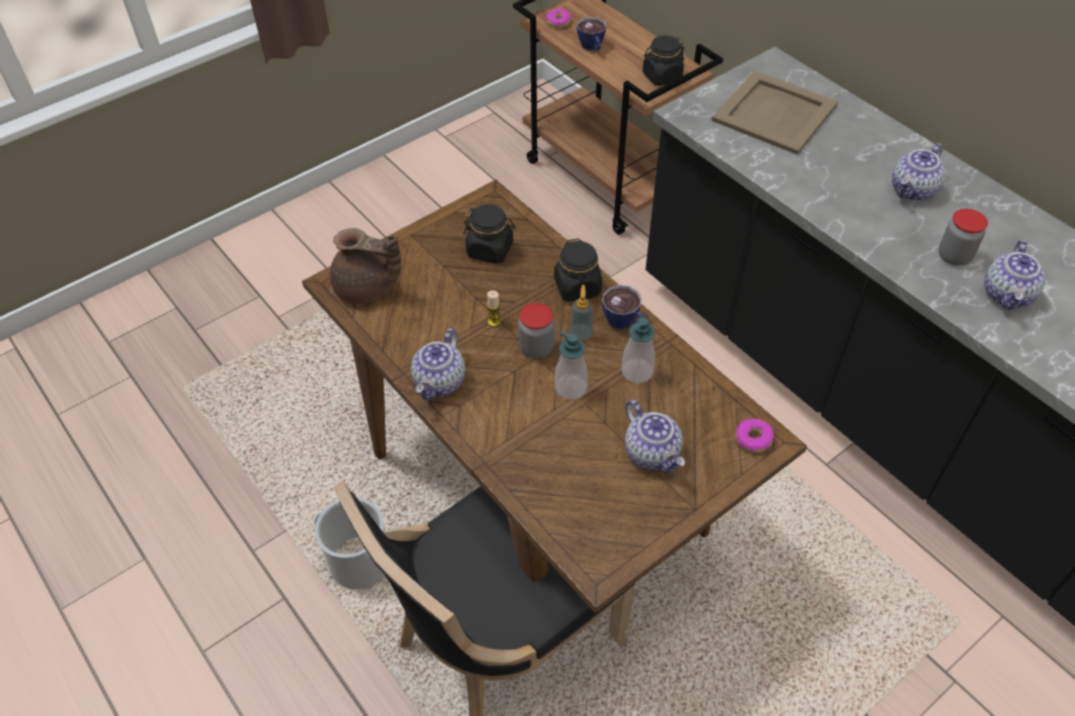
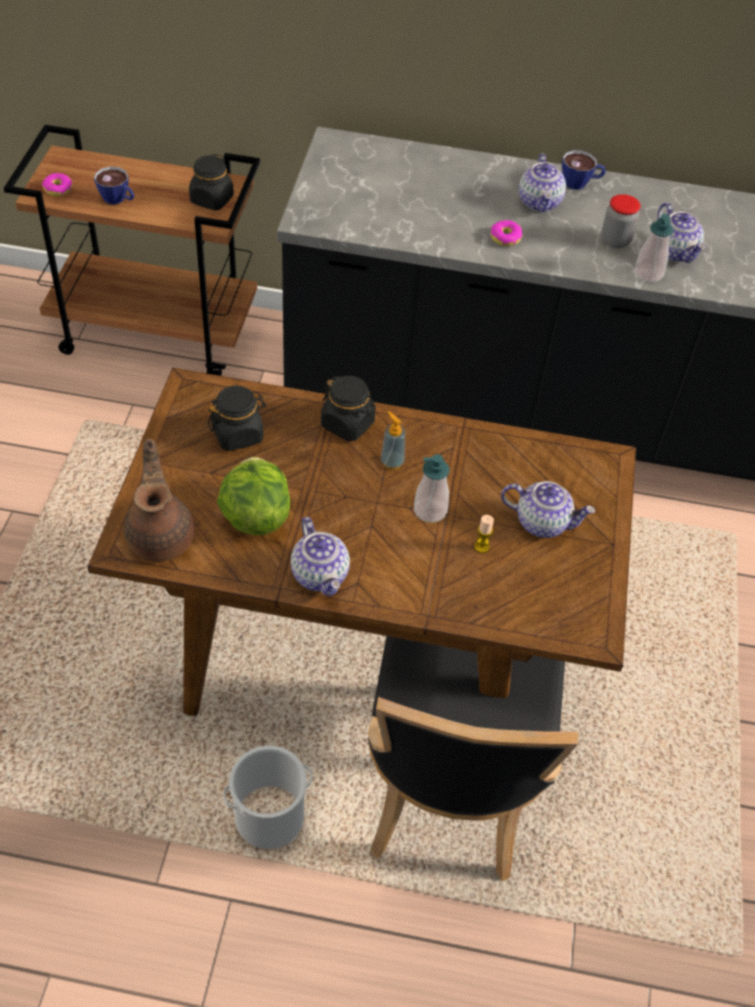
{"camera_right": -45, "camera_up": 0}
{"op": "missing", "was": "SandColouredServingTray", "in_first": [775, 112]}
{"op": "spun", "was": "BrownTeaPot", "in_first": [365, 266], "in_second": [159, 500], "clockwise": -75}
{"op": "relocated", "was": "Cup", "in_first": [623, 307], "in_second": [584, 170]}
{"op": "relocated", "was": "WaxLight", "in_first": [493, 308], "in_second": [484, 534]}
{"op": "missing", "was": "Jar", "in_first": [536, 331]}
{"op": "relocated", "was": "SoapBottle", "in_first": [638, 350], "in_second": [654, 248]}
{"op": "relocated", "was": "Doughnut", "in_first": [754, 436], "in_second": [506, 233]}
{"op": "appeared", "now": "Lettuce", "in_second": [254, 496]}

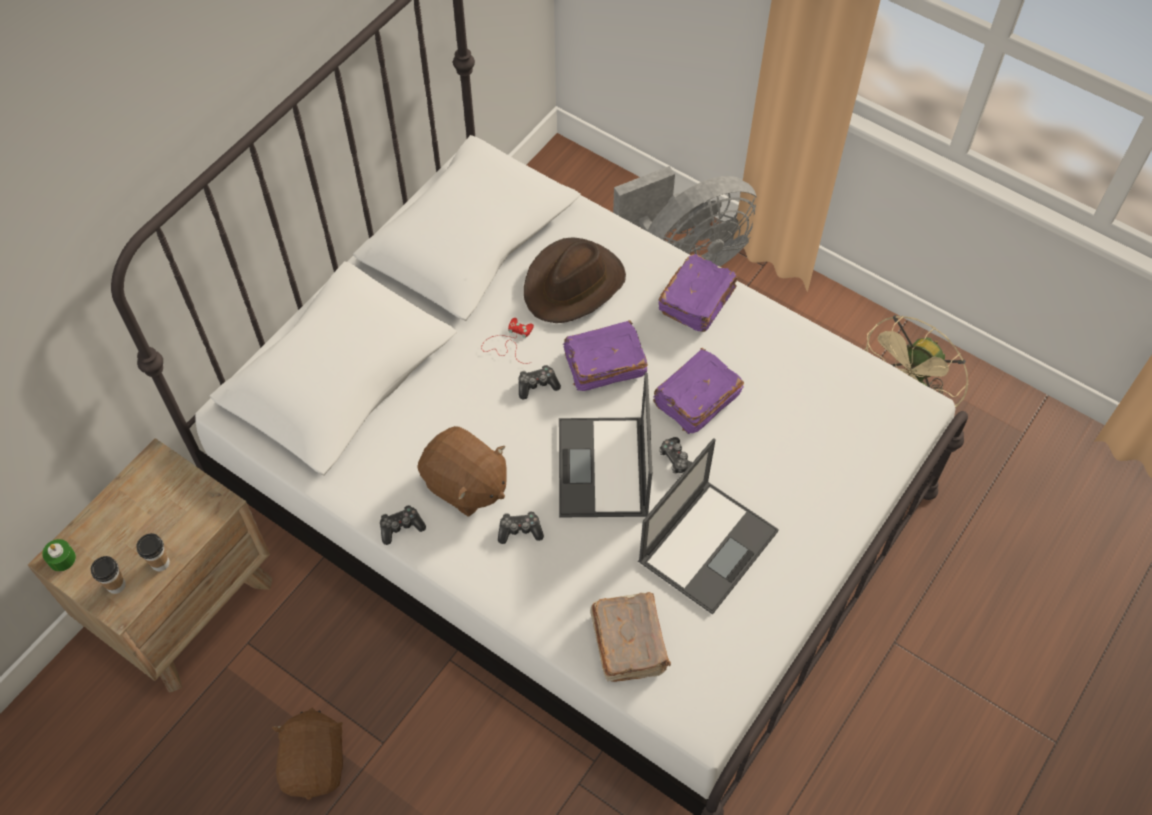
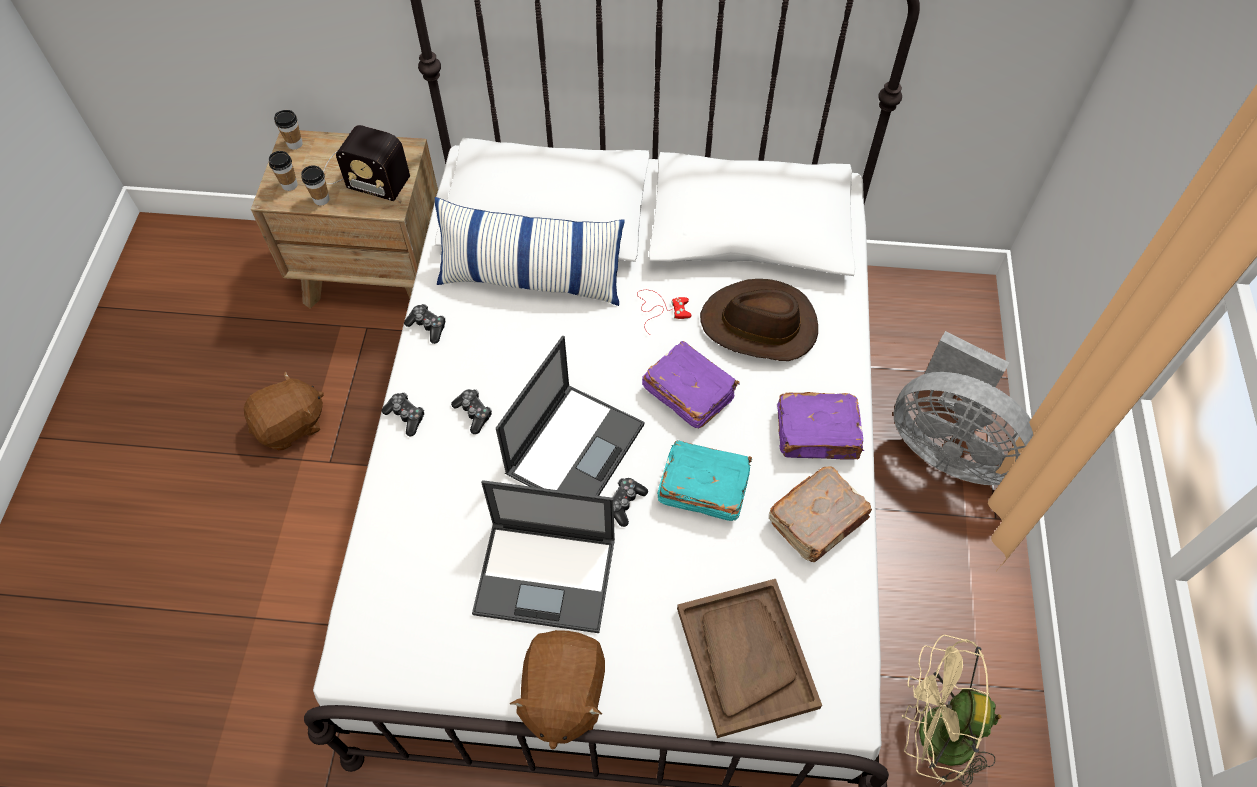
{"camera_right": 60, "camera_up": 0}
{"op": "colour", "was": "PurplishBook", "now": "TurquoiseBook", "in_first": [698, 391], "in_second": [704, 480]}
{"op": "relocated", "was": "GameController", "in_first": [539, 382], "in_second": [403, 414]}
{"op": "spun", "was": "NotebookComputer", "in_first": [605, 444], "in_second": [570, 416], "clockwise": 150}
{"op": "relocated", "was": "BrownSoftToy", "in_first": [462, 471], "in_second": [557, 690]}
{"op": "exchanged", "was": "GreenishWaxLight", "now": "Cup", "in_first": [59, 555], "in_second": [288, 129]}
{"op": "relocated", "was": "BrownBook", "in_first": [630, 637], "in_second": [820, 514]}
{"op": "appeared", "now": "RadioSet", "in_second": [366, 163]}
{"op": "appeared", "now": "Pillow", "in_second": [530, 251]}
{"op": "appeared", "now": "BrownServingTray", "in_second": [749, 658]}

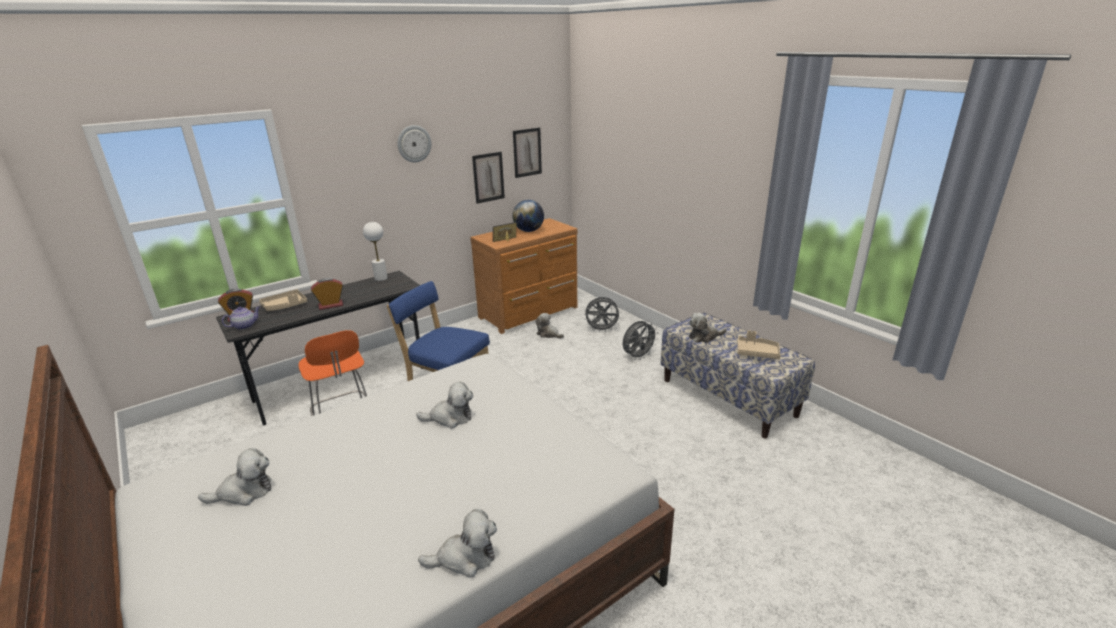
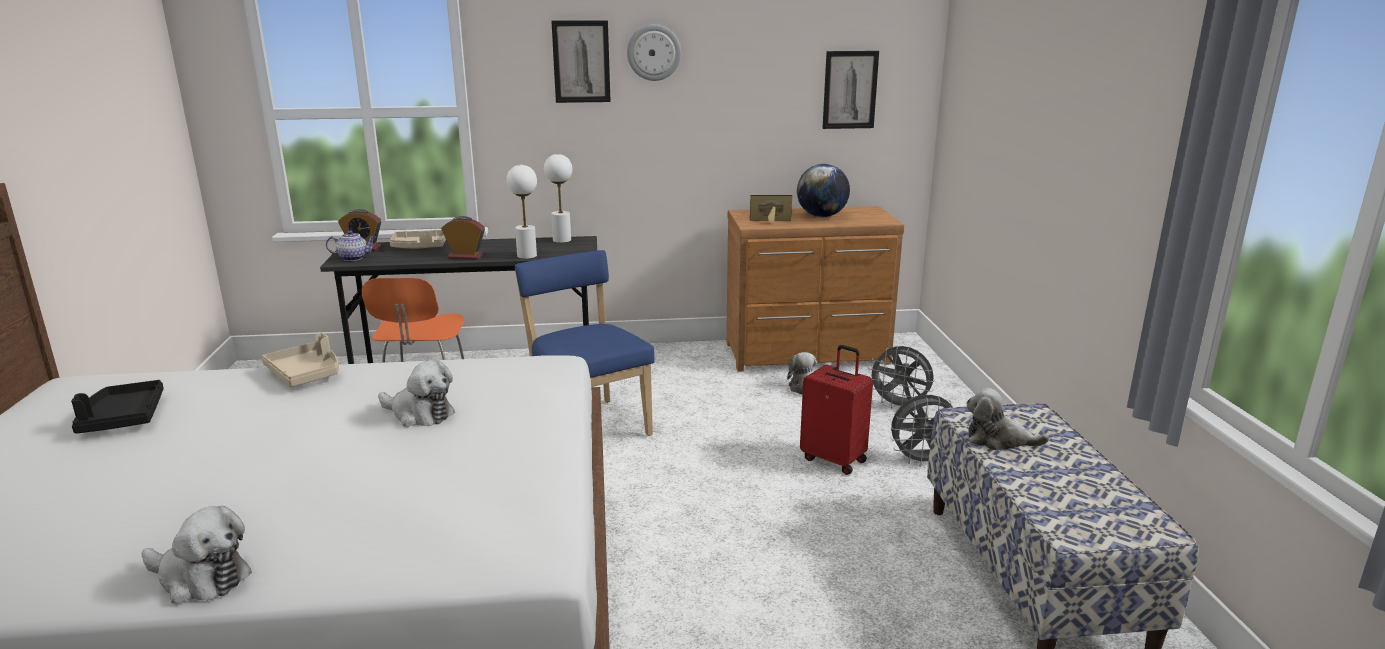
{"camera_right": 30, "camera_up": -5}
{"op": "relocated", "was": "WallPicture", "in_first": [488, 178], "in_second": [581, 61]}
{"op": "relocated", "was": "SandColouredServingTray", "in_first": [759, 344], "in_second": [300, 360]}
{"op": "exchanged", "was": "SoftToy", "now": "BlackColouredServingTray", "in_first": [234, 477], "in_second": [117, 407]}
{"op": "appeared", "now": "WhitishTabletopLamp", "in_second": [521, 212]}
{"op": "appeared", "now": "RedColouredSuitcase", "in_second": [836, 410]}

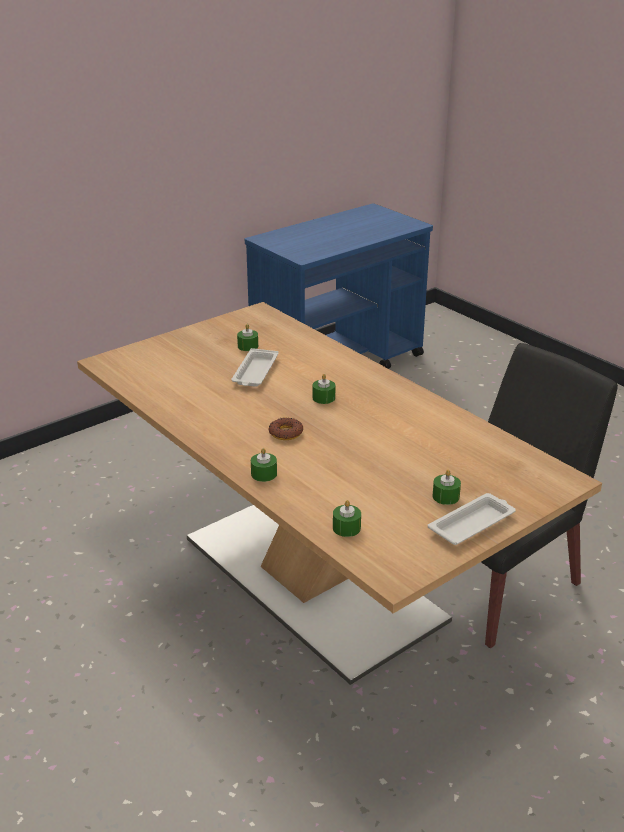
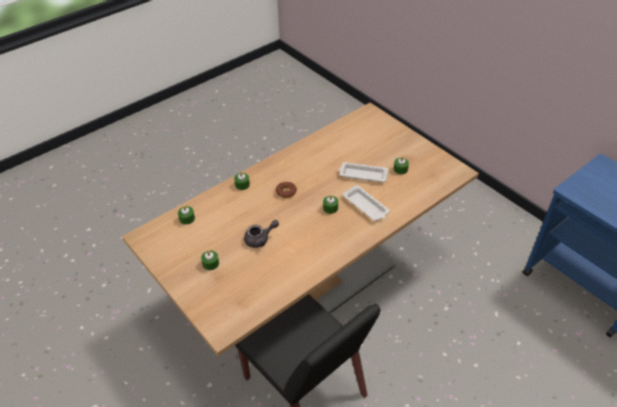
{"camera_right": 90, "camera_up": 15}
{"op": "relocated", "was": "WhitishServingTray", "in_first": [472, 519], "in_second": [366, 203]}
{"op": "appeared", "now": "GrayTeaPot", "in_second": [261, 234]}

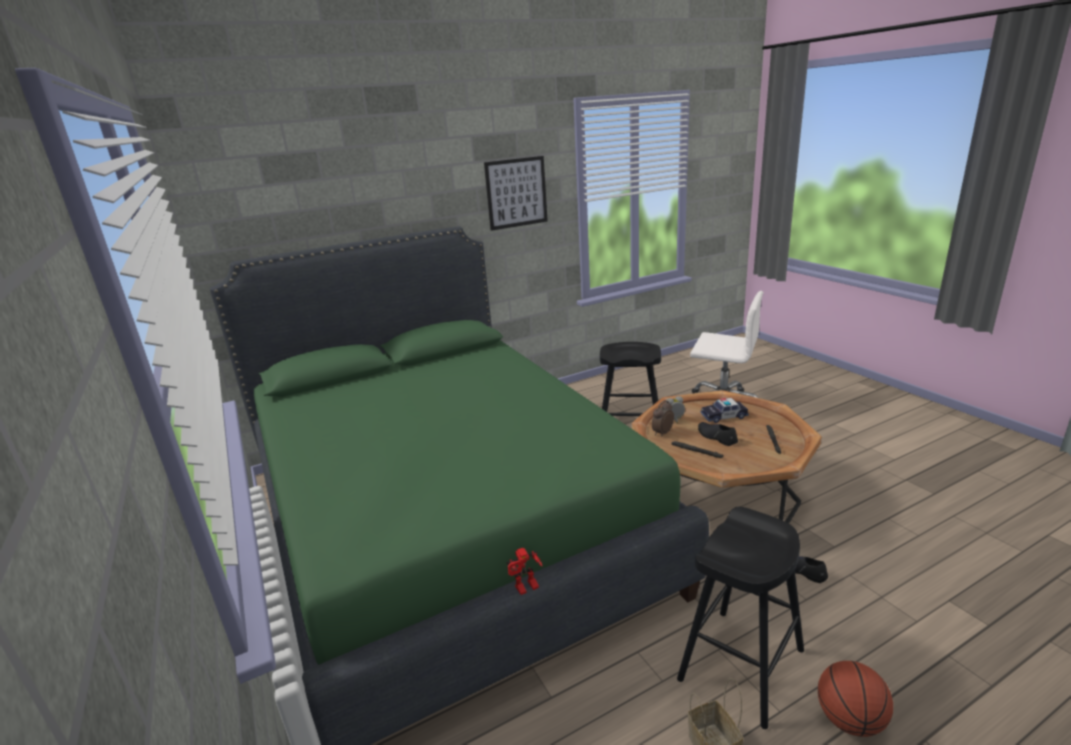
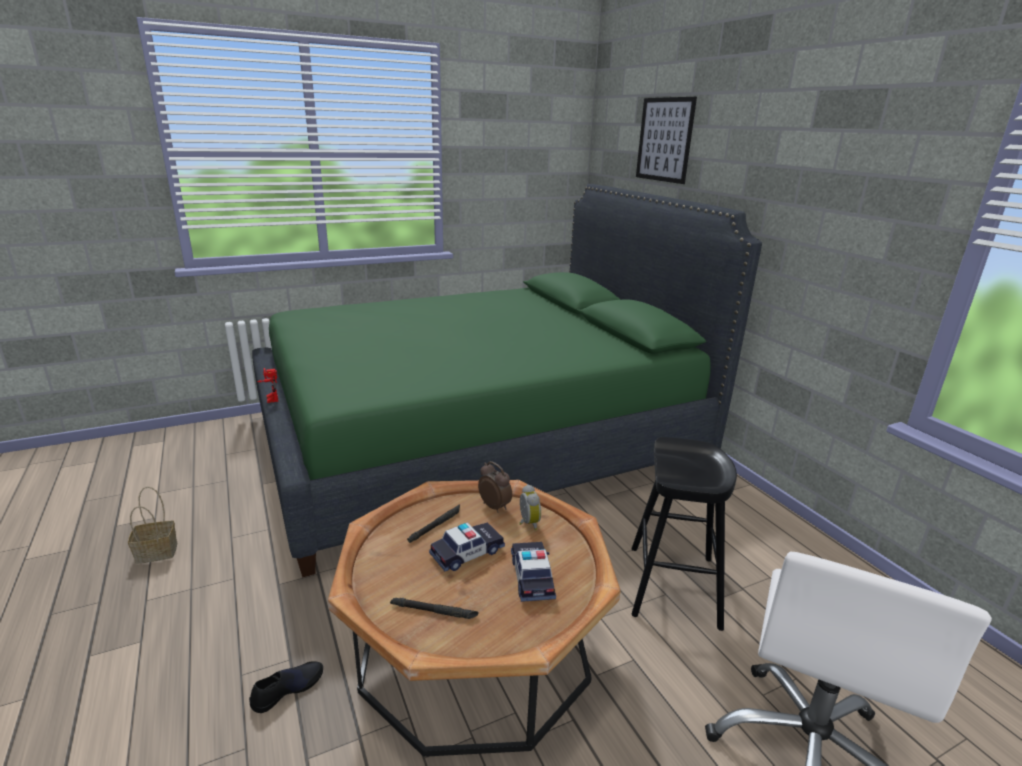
{"camera_right": 90, "camera_up": 0}
{"op": "relocated", "was": "WallPicture", "in_first": [516, 193], "in_second": [666, 140]}
{"op": "exchanged", "was": "BlackColouredShoe", "now": "MiniatureCar", "in_first": [718, 434], "in_second": [467, 546]}
{"op": "missing", "was": "BlackColouredStool", "in_first": [740, 618]}
{"op": "missing", "was": "BasketballBall", "in_first": [855, 699]}

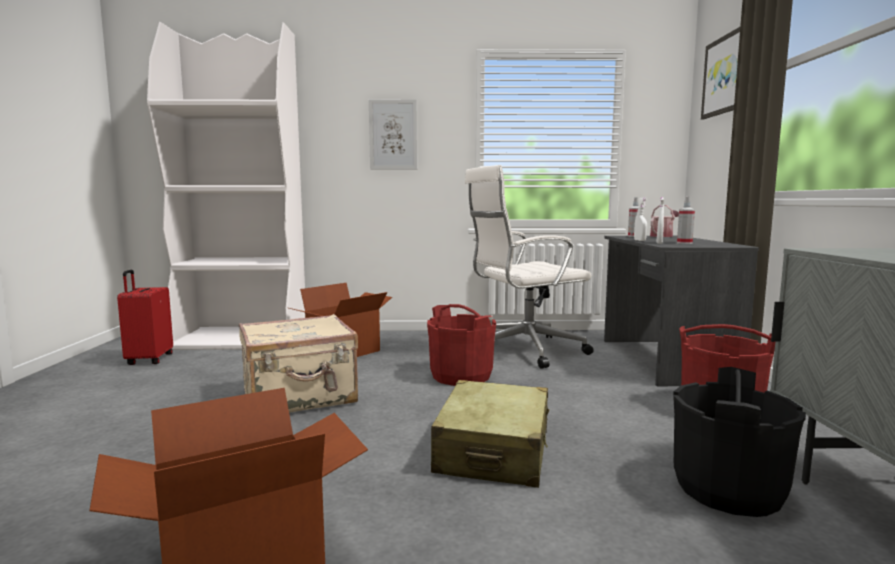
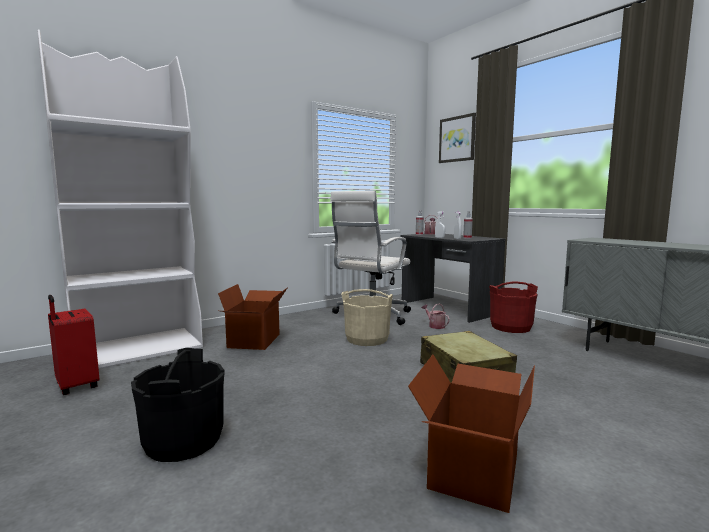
{"camera_right": -35, "camera_up": 0}
{"op": "missing", "was": "WallPicture", "in_first": [393, 134]}
{"op": "colour", "was": "RedColouredWaterBucket", "now": "SandColouredWaterBucket", "in_first": [461, 345], "in_second": [367, 317]}
{"op": "missing", "was": "SandColouredSuitcase", "in_first": [298, 363]}
{"op": "relocated", "was": "BlackColouredWaterBucket", "in_first": [739, 442], "in_second": [178, 405]}
{"op": "appeared", "now": "WateringCan", "in_second": [436, 316]}

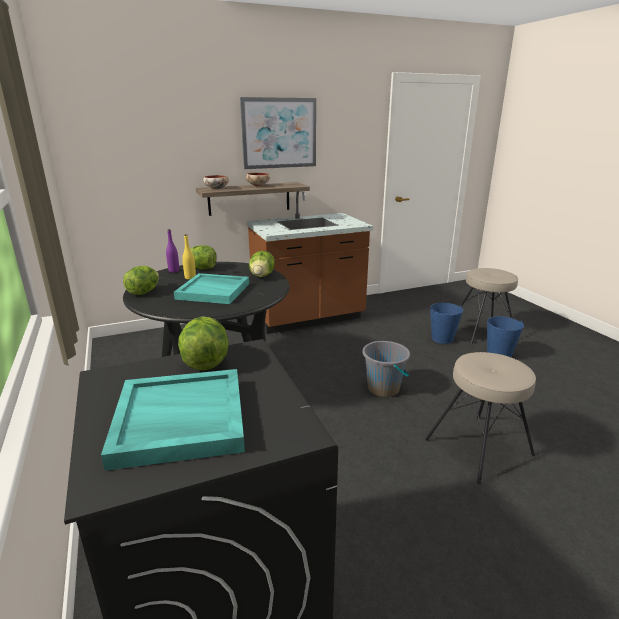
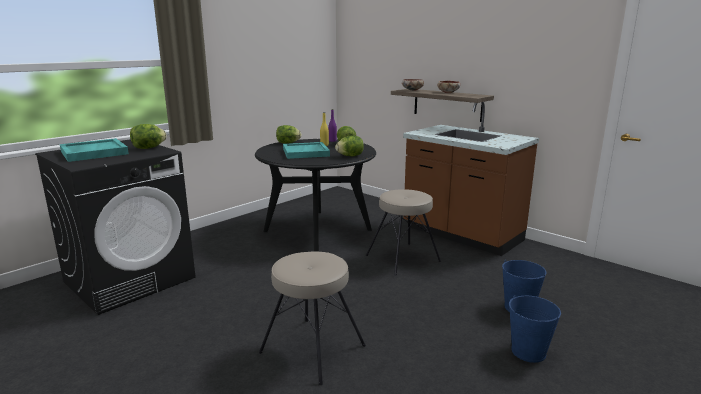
{"camera_right": 65, "camera_up": -5}
{"op": "missing", "was": "WallPicture", "in_first": [278, 133]}
{"op": "relocated", "was": "SandColouredStool", "in_first": [489, 306], "in_second": [403, 232]}
{"op": "missing", "was": "GrayWaterBucket", "in_first": [386, 369]}

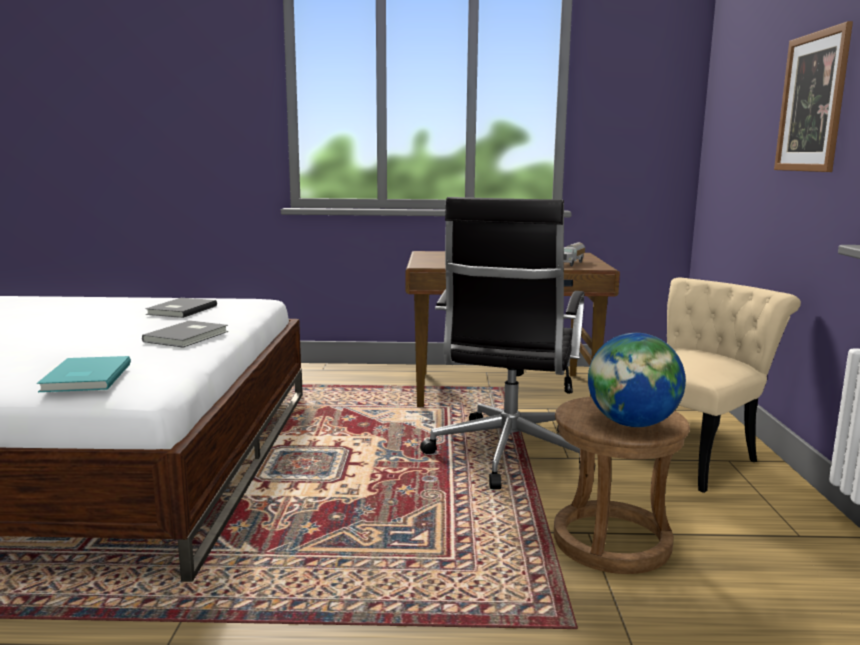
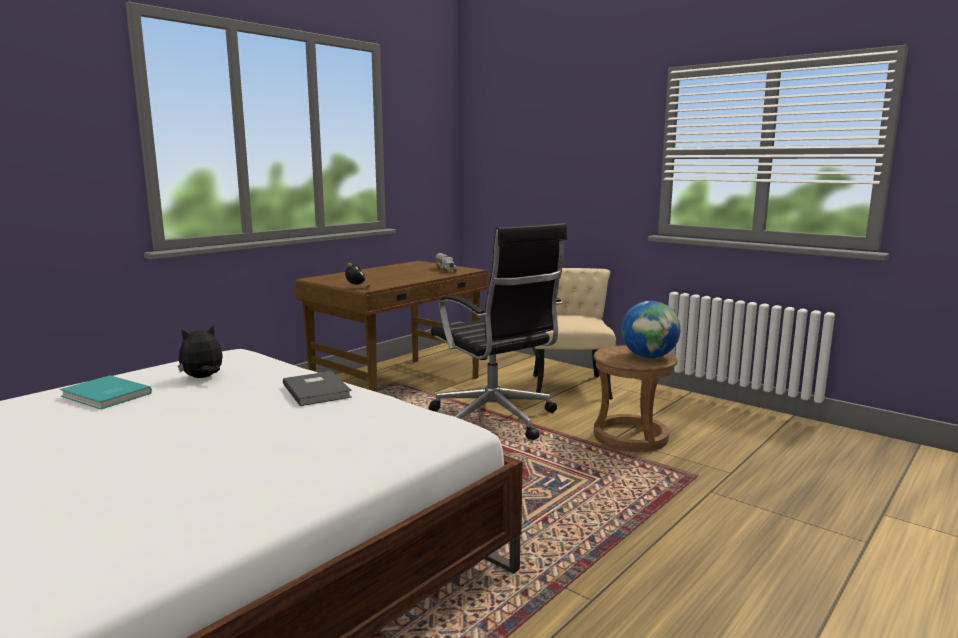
{"camera_right": -50, "camera_up": 0}
{"op": "missing", "was": "WallPicture", "in_first": [813, 96]}
{"op": "exchanged", "was": "GrayBook", "now": "SoftToy", "in_first": [181, 308], "in_second": [200, 351]}
{"op": "relocated", "was": "TurquoiseBook", "in_first": [84, 374], "in_second": [106, 392]}
{"op": "appeared", "now": "TableClock", "in_second": [357, 275]}

